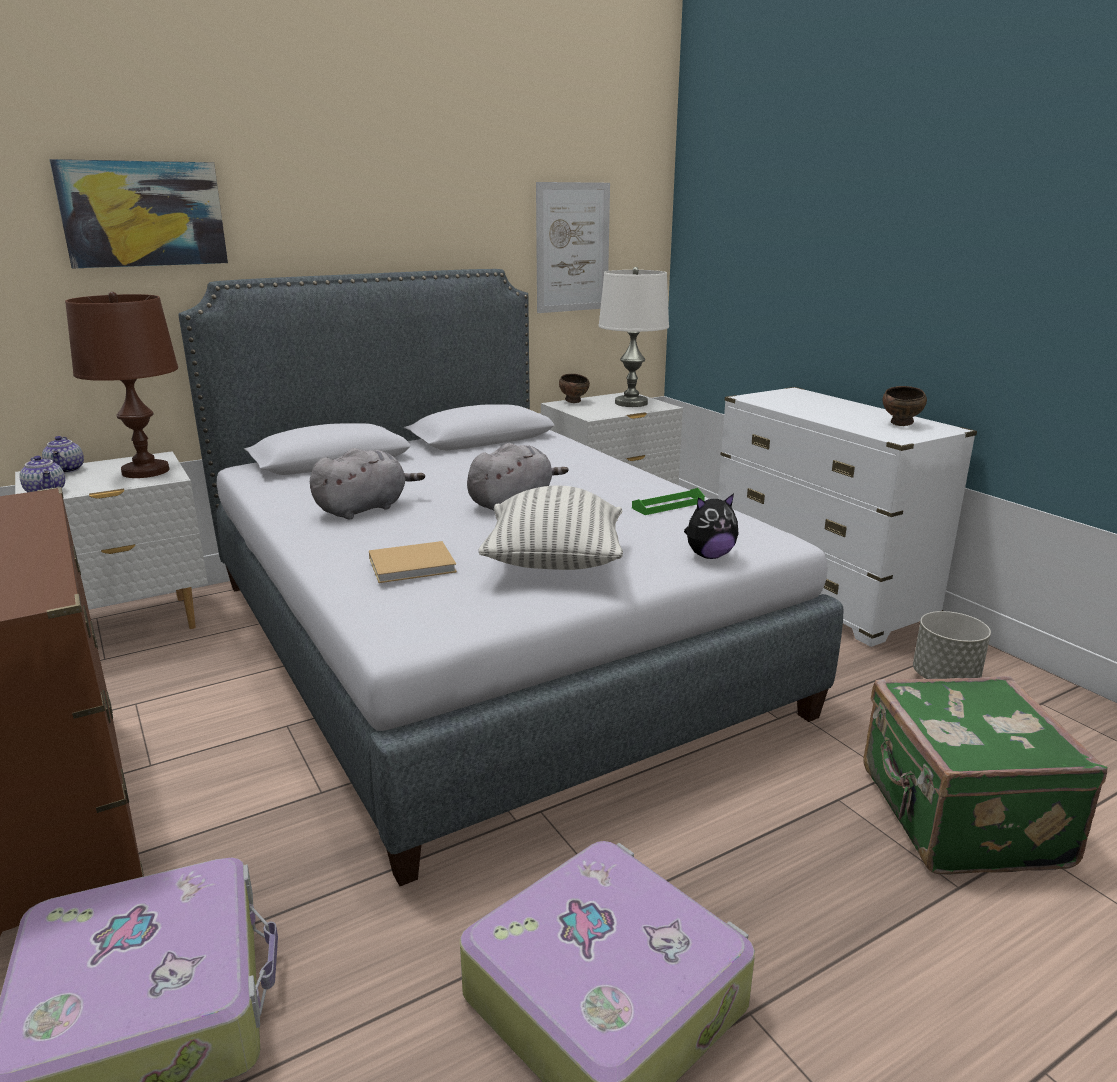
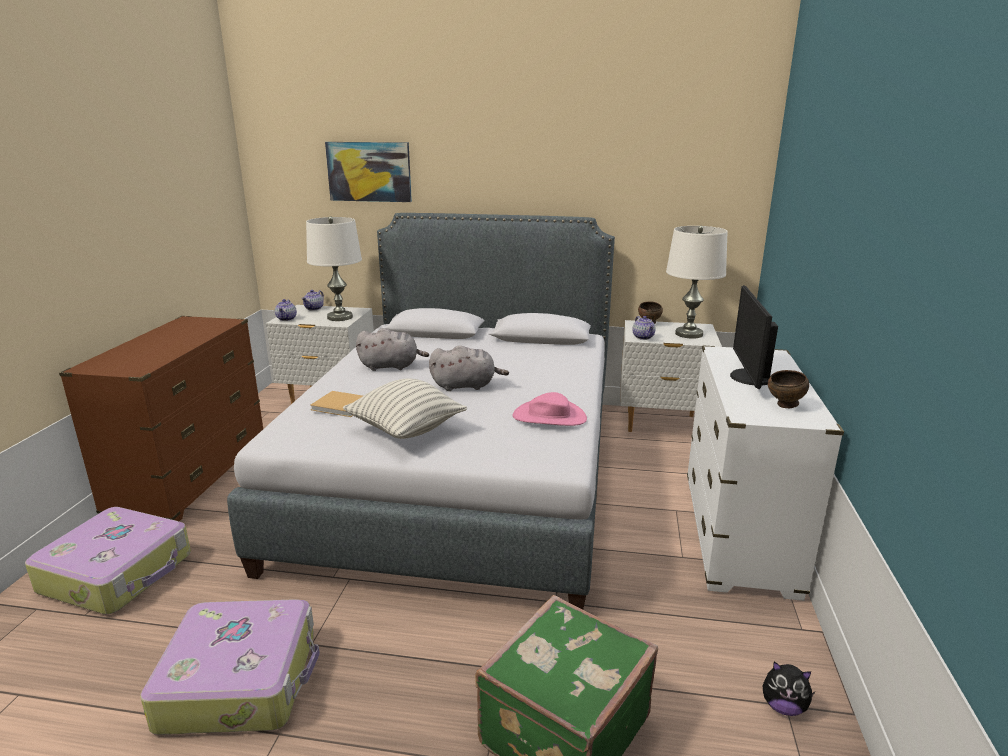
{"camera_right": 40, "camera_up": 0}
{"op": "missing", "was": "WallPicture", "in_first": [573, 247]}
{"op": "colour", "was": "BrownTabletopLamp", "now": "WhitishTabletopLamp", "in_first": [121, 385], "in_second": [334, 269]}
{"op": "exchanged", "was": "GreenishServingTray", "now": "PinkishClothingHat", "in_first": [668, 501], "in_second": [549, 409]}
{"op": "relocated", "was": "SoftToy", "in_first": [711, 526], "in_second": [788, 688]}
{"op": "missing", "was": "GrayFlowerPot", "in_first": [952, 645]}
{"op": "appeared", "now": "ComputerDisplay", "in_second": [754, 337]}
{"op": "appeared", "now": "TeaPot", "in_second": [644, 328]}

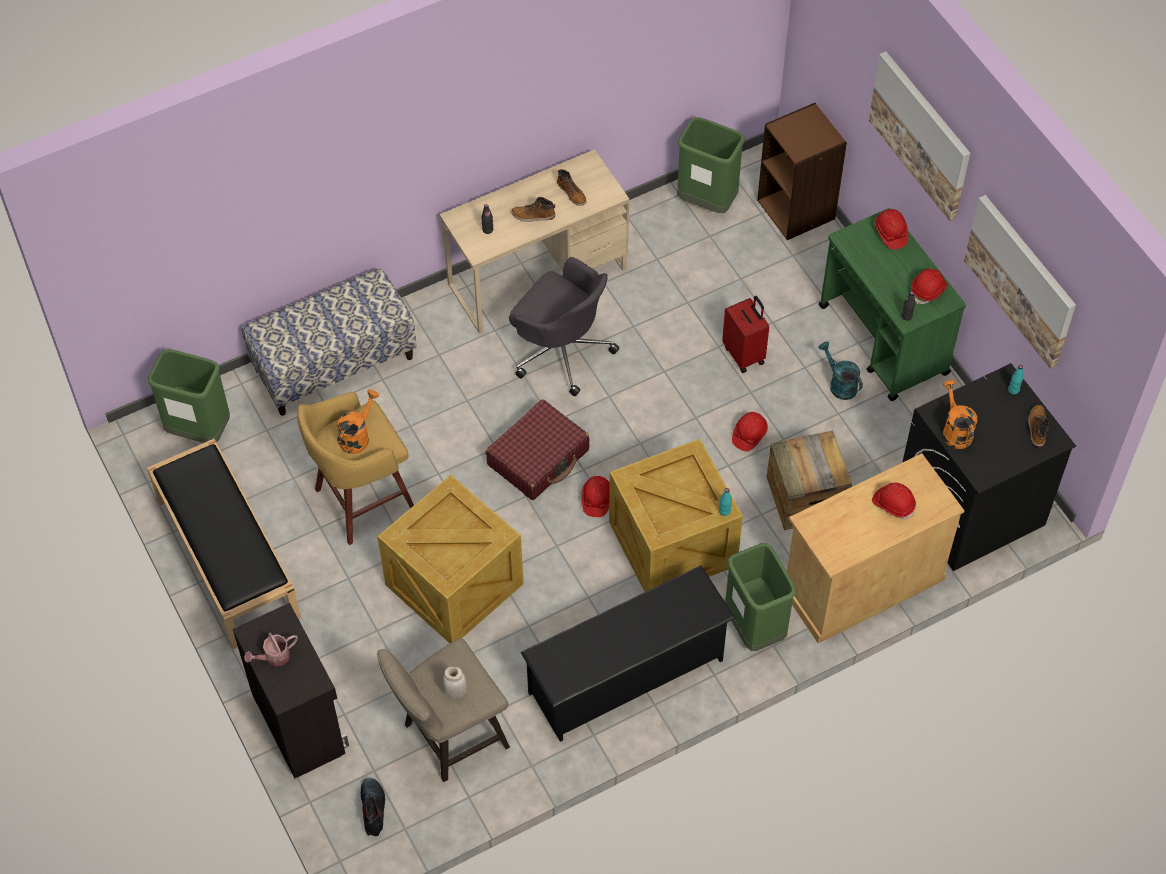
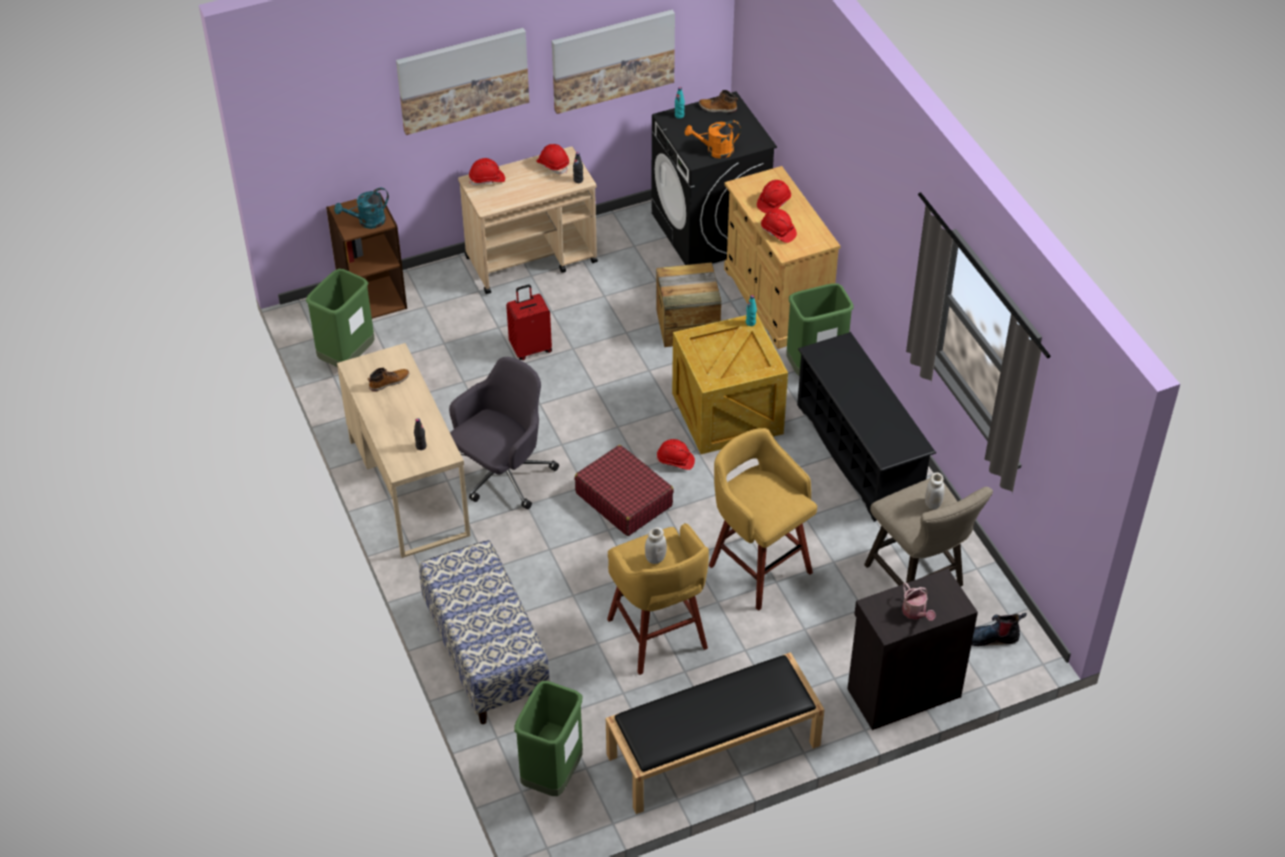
{"camera_right": -85, "camera_up": -10}
{"op": "missing", "was": "TallBoot", "in_first": [533, 209]}
{"op": "colour", "was": "GreenishCart", "now": "SandColouredCart", "in_first": [892, 304], "in_second": [528, 220]}
{"op": "relocated", "was": "TurquoiseWateringCan", "in_first": [841, 370], "in_second": [361, 208]}
{"op": "exchanged", "was": "OrangeWateringCan", "now": "WhitishJar", "in_first": [358, 422], "in_second": [656, 545]}
{"op": "relocated", "was": "RedColouredWorkHelmet", "in_first": [750, 431], "in_second": [779, 226]}
{"op": "exchanged", "was": "PackingCrate", "now": "YellowColouredStool", "in_first": [450, 559], "in_second": [763, 519]}

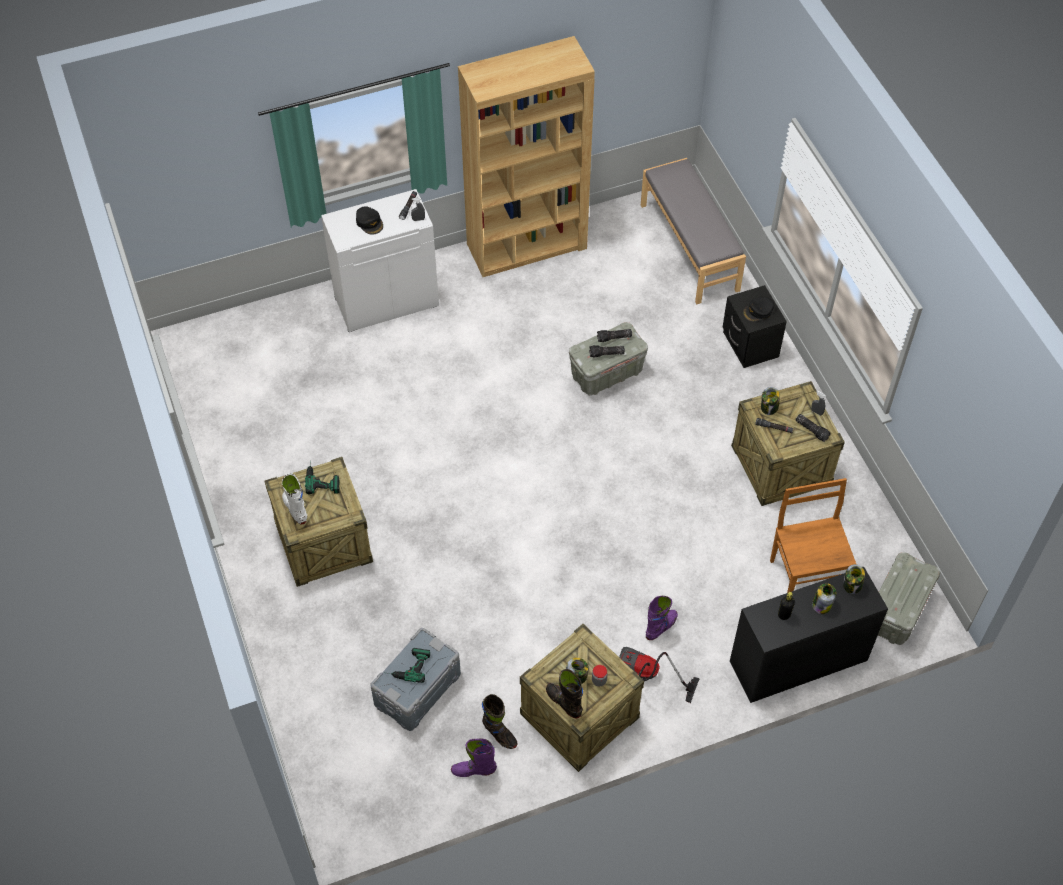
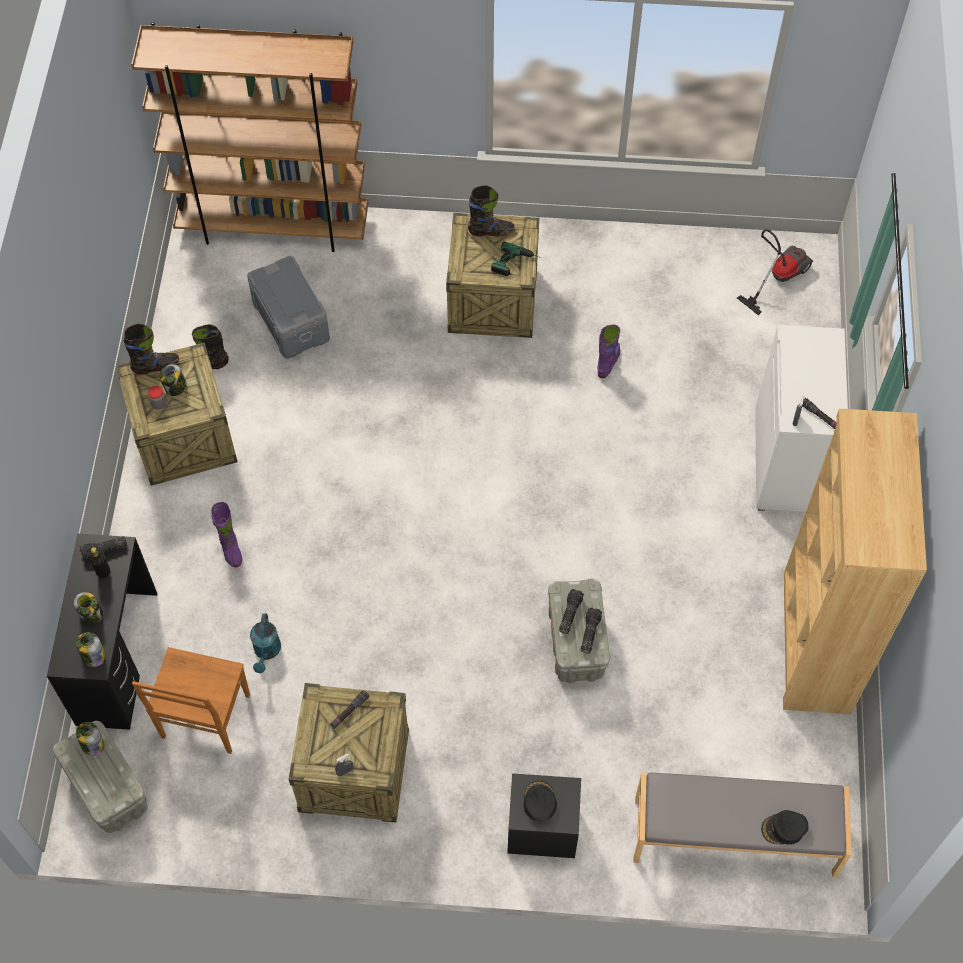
{"camera_right": 115, "camera_up": 5}
{"op": "relocated", "was": "BlackColouredCap", "in_first": [369, 220], "in_second": [785, 827]}
{"op": "relocated", "was": "Jar", "in_first": [770, 401], "in_second": [90, 739]}
{"op": "relocated", "was": "Flashlight", "in_first": [813, 428], "in_second": [103, 548]}
{"op": "colour", "was": "WhitishTallBoot", "now": "BlackColouredTallBoot", "in_first": [294, 499], "in_second": [491, 211]}
{"op": "spun", "was": "BrownChair", "in_first": [813, 535], "in_second": [191, 700], "clockwise": 90}
{"op": "relocated", "was": "Vacuum", "in_first": [659, 675], "in_second": [775, 272]}
{"op": "missing", "was": "Drill", "in_first": [407, 665]}
{"op": "relocated", "was": "PurplishTallBoot", "in_first": [474, 758], "in_second": [609, 351]}
{"op": "appeared", "now": "BrownBookshelf", "in_second": [249, 137]}
{"op": "appeared", "now": "TurquoiseWateringCan", "in_second": [265, 643]}

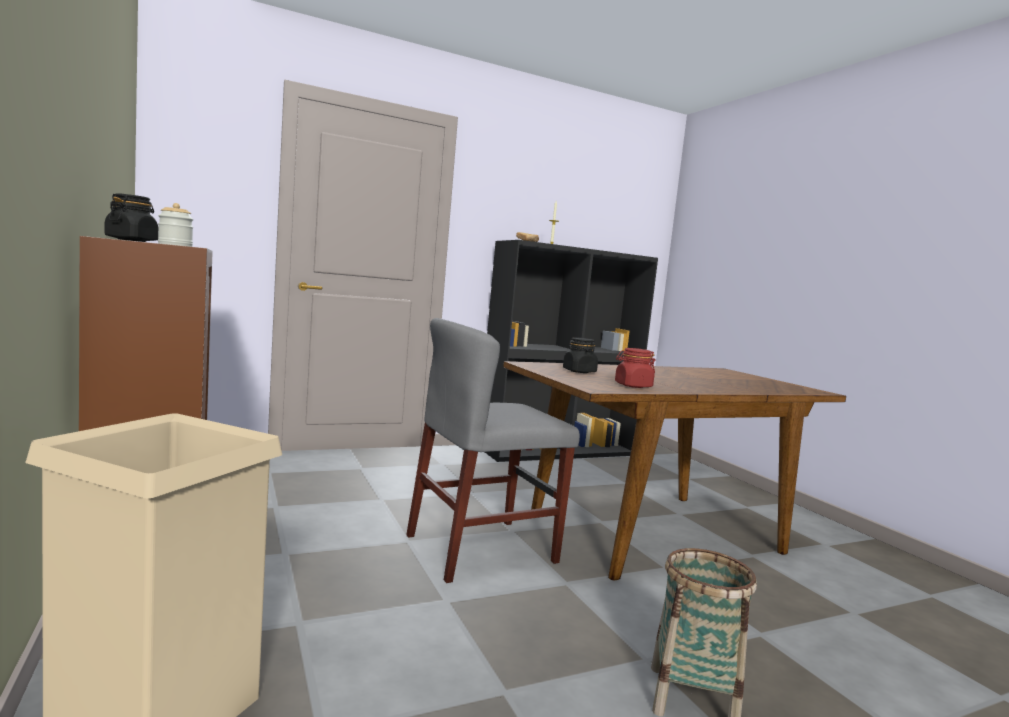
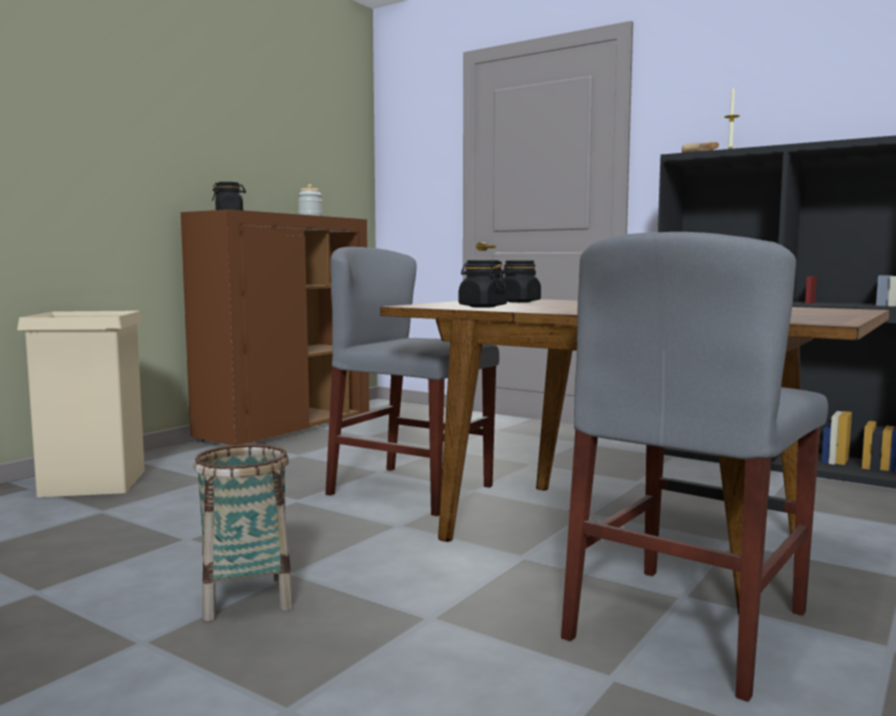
{"camera_right": 60, "camera_up": 0}
{"op": "colour", "was": "RedColouredJar", "now": "BlackColouredJar", "in_first": [635, 368], "in_second": [483, 284]}
{"op": "appeared", "now": "GrayChair", "in_second": [694, 467]}

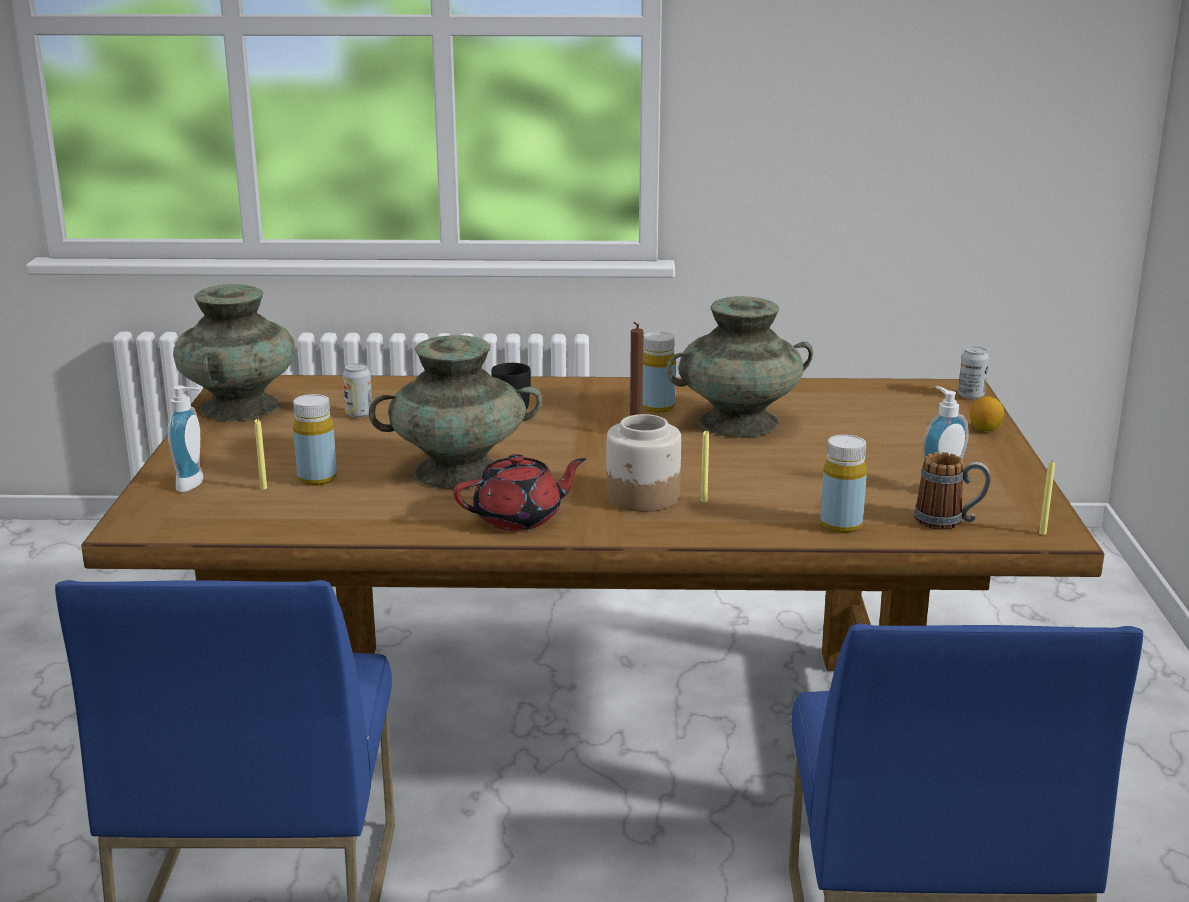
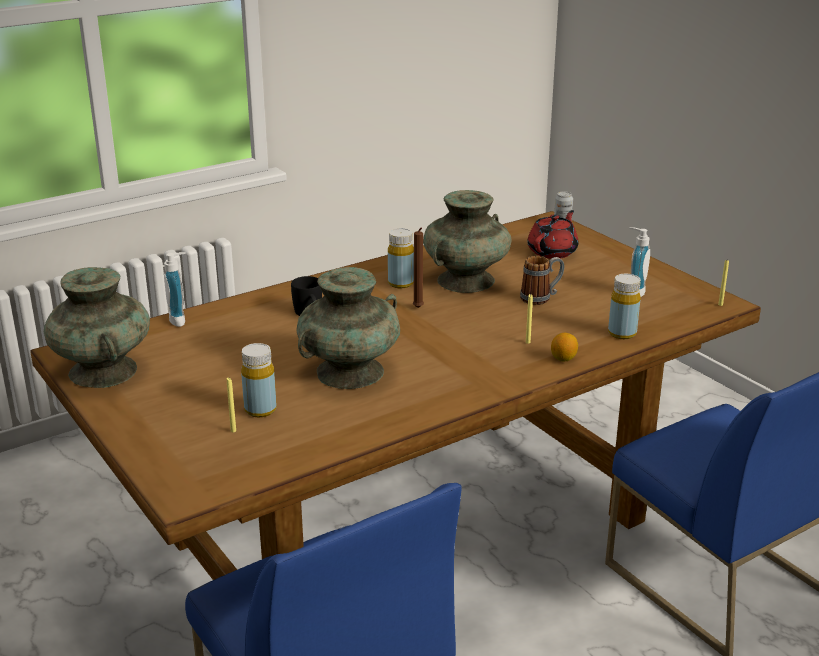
{"camera_right": -35, "camera_up": 5}
{"op": "missing", "was": "Can", "in_first": [357, 390]}
{"op": "relocated", "was": "SoapBottle", "in_first": [186, 438], "in_second": [175, 289]}
{"op": "relocated", "was": "Lemon", "in_first": [987, 413], "in_second": [564, 347]}
{"op": "missing", "was": "Jar", "in_first": [643, 463]}
{"op": "relocated", "was": "TeaMug", "in_first": [952, 491], "in_second": [542, 280]}
{"op": "relocated", "was": "RedColouredTeaPot", "in_first": [519, 492], "in_second": [552, 234]}

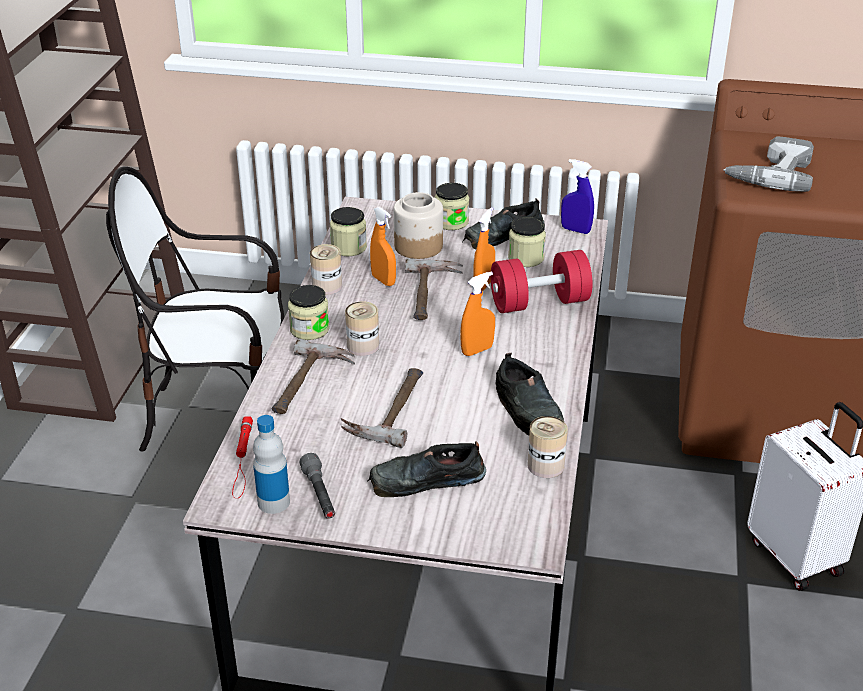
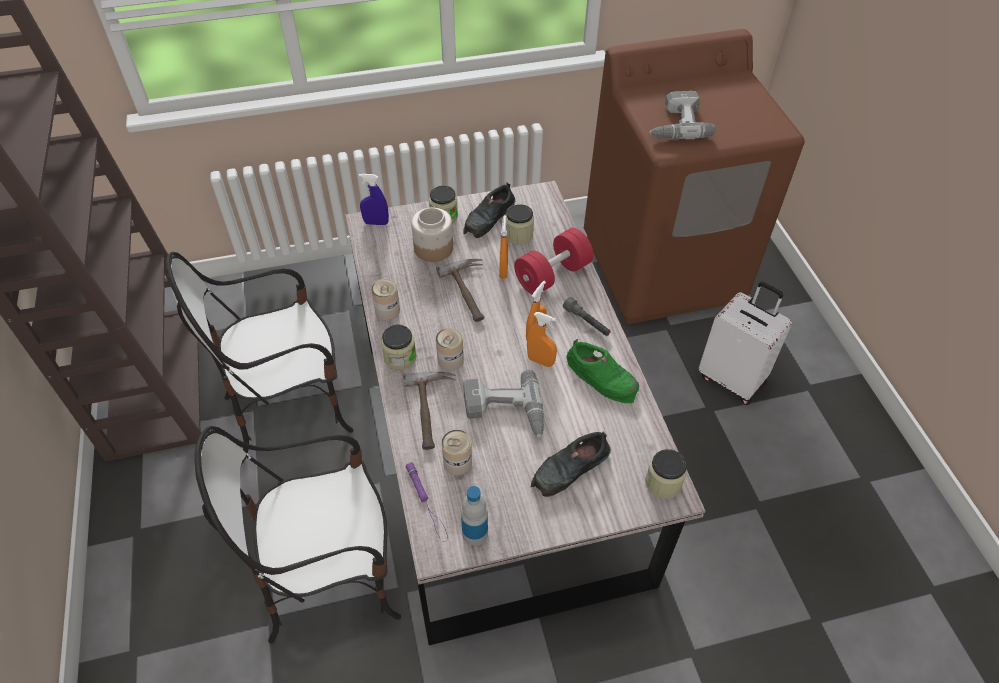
{"camera_right": -25, "camera_up": 15}
{"op": "relocated", "was": "BluishSprayer", "in_first": [577, 196], "in_second": [373, 199]}
{"op": "relocated", "was": "Jar", "in_first": [348, 231], "in_second": [666, 474]}
{"op": "relocated", "was": "OrangeSprayer", "in_first": [383, 246], "in_second": [542, 339]}
{"op": "colour", "was": "BlackColouredShoe", "now": "GreenishShoe", "in_first": [530, 394], "in_second": [603, 371]}
{"op": "exchanged", "was": "HandHammer", "now": "Drill", "in_first": [382, 408], "in_second": [503, 404]}
{"op": "colour", "was": "RedColouredFlashlight", "now": "PurplishFlashlight", "in_first": [242, 457], "in_second": [427, 502]}
{"op": "relocated", "was": "Can", "in_first": [548, 447], "in_second": [457, 452]}
{"op": "relocated", "was": "GrayFlashlight", "in_first": [317, 486], "in_second": [587, 316]}
{"op": "appeared", "now": "Chair", "in_second": [297, 534]}

